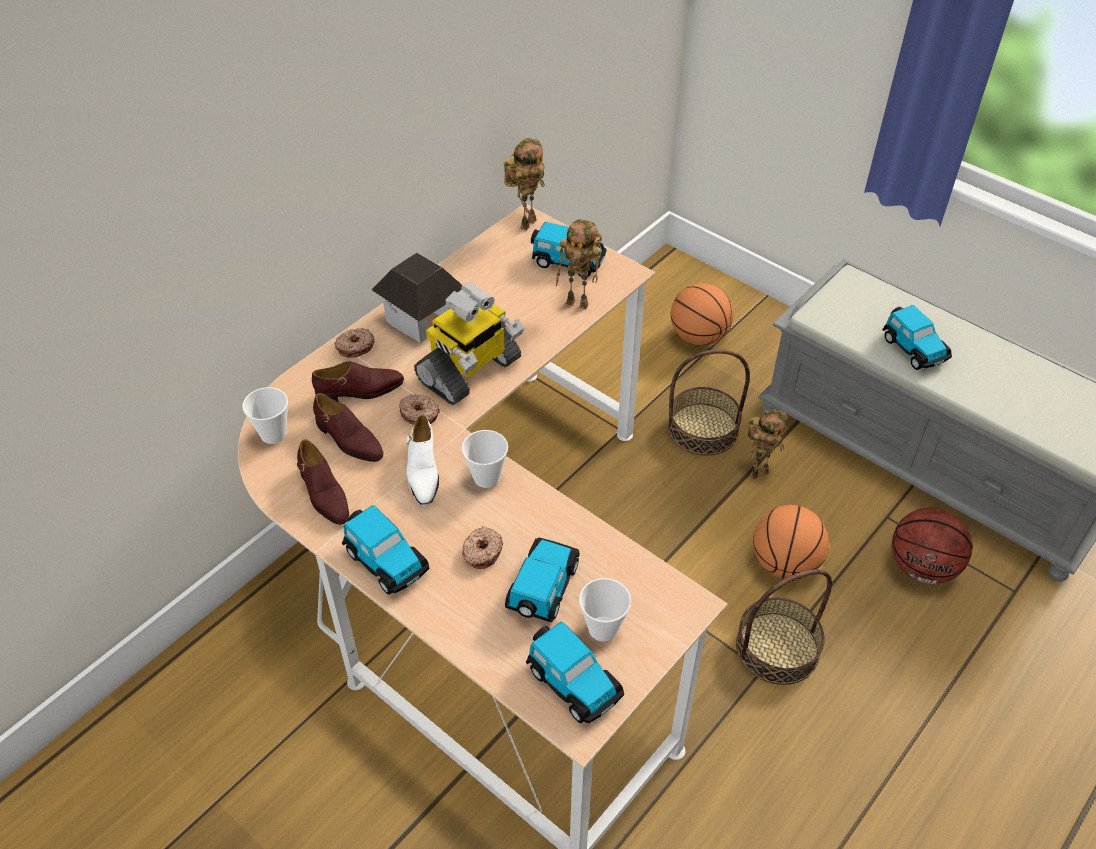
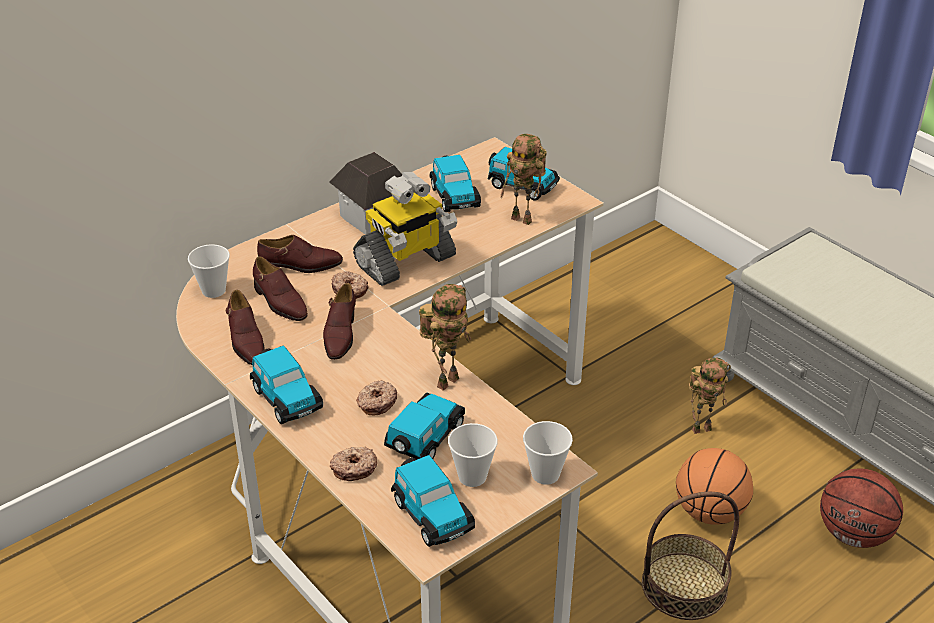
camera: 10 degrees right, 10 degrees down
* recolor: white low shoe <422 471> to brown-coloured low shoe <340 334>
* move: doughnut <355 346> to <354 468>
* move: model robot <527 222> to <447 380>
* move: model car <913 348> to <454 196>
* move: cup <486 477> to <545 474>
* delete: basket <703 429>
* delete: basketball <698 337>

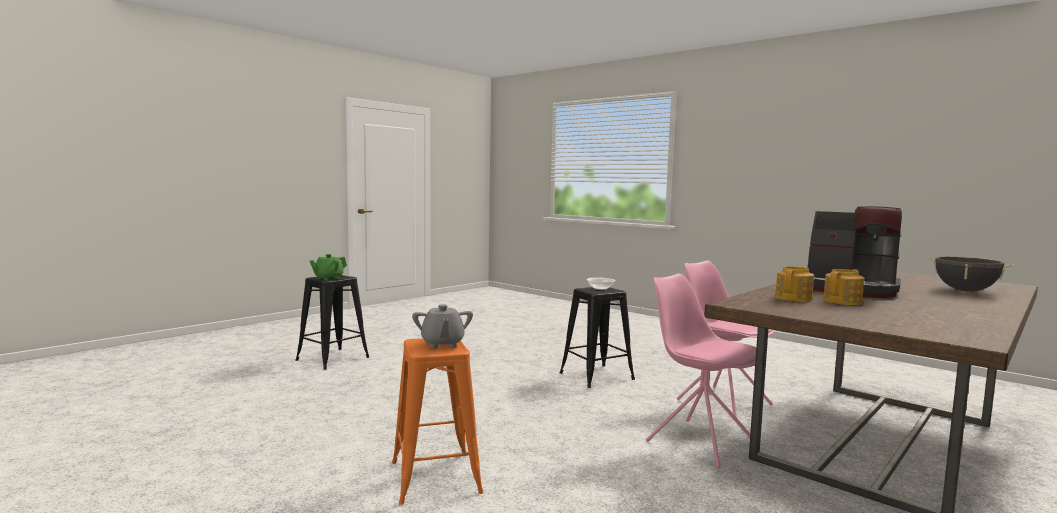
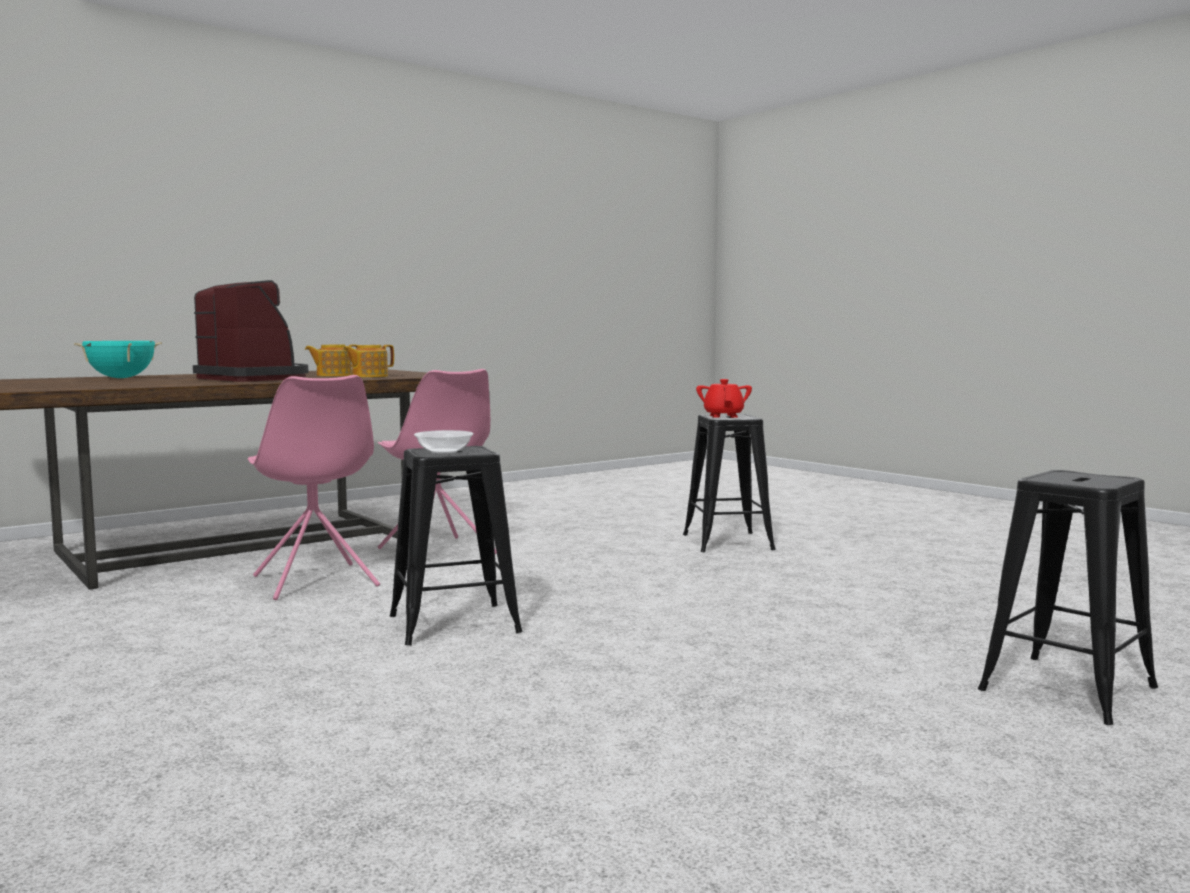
camera: 170 degrees left, 0 degrees up
* recolor: blackish stockpot <965 291> to blue-green stockpot <121 378>
* recolor: orange sitting stool <435 477> to blackish sitting stool <727 542>
* recolor: gray pot for tea <442 344> to red pot for tea <723 416>
* delete: green-coloured pot for tea <328 278>

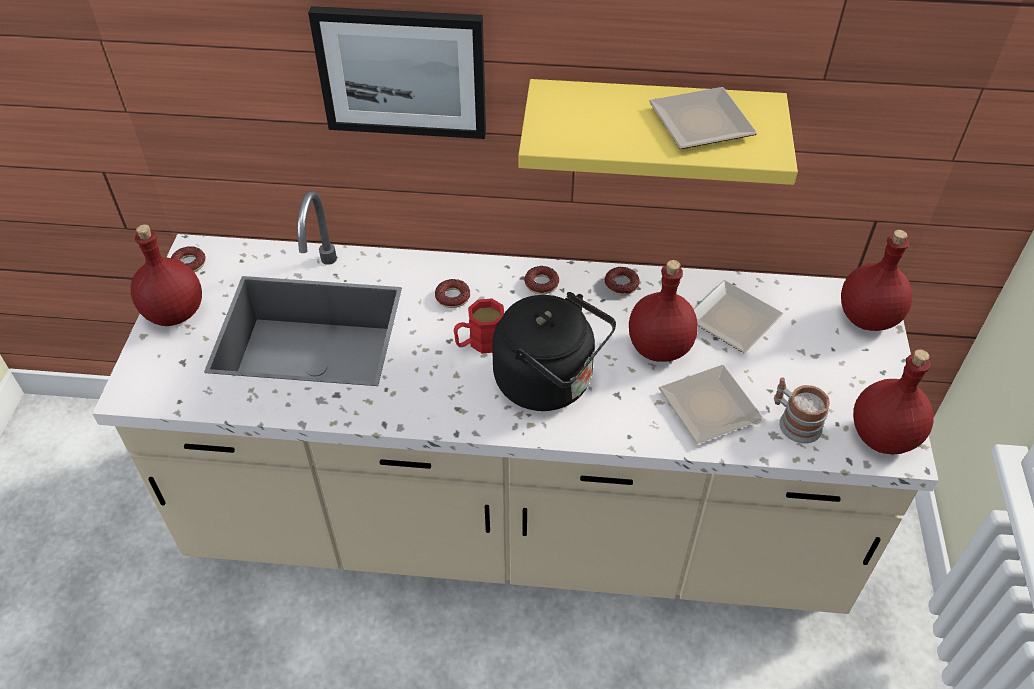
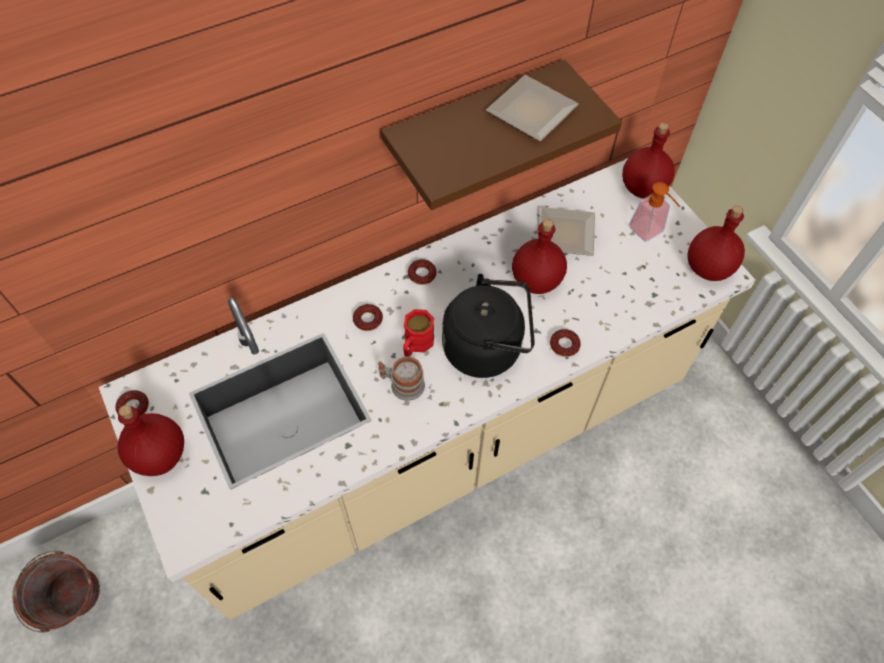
camera: 35 degrees left, 10 degrees up
* insert: bucket <79 606>
* move: tea mug <794 422> to <402 384>
* recolor: yellow bracket shelf <652 127> to brown-coloured bracket shelf <474 124>
* move: doughnut <621 284> to <564 345>
* insert: soap bottle <650 233>
* delete: wall picture <402 72>
* delete: plate <708 410>

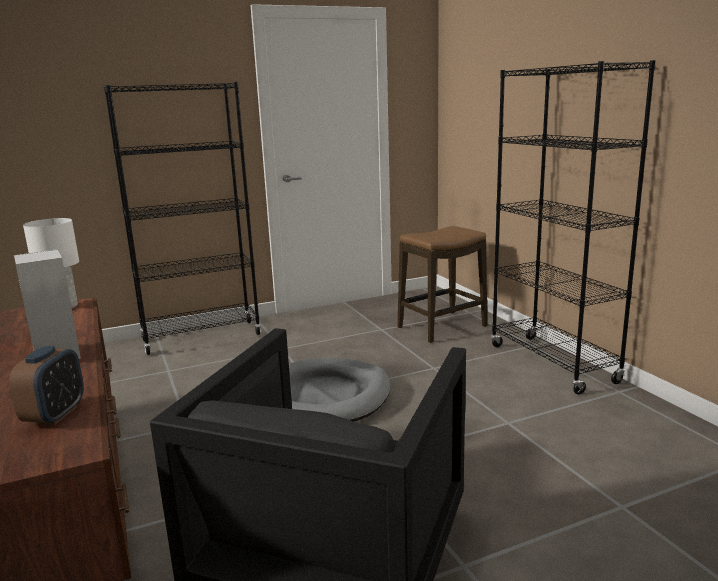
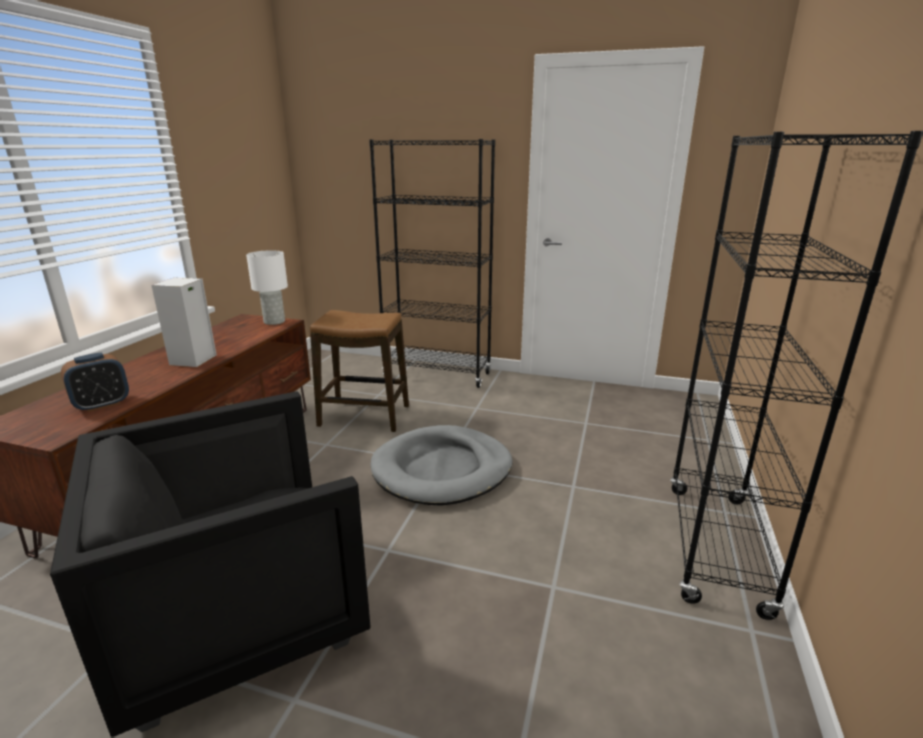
camera: 40 degrees right, 5 degrees up
* move: sitting stool <442 327> to <364 416>

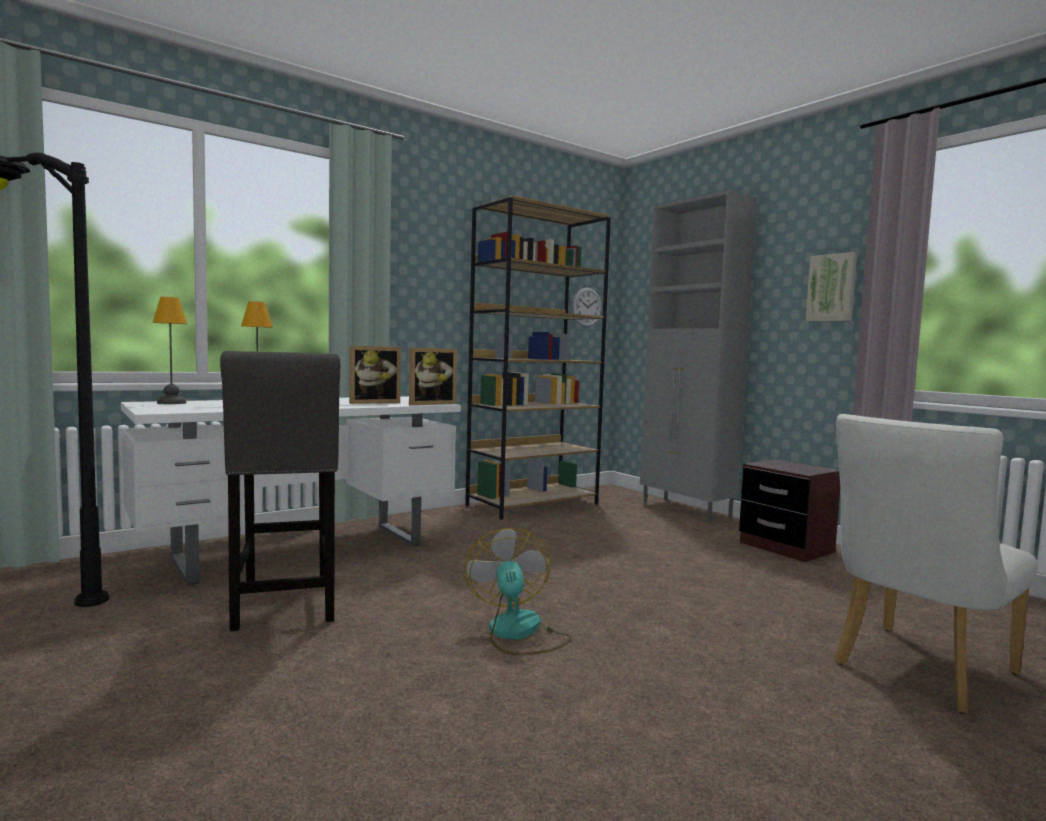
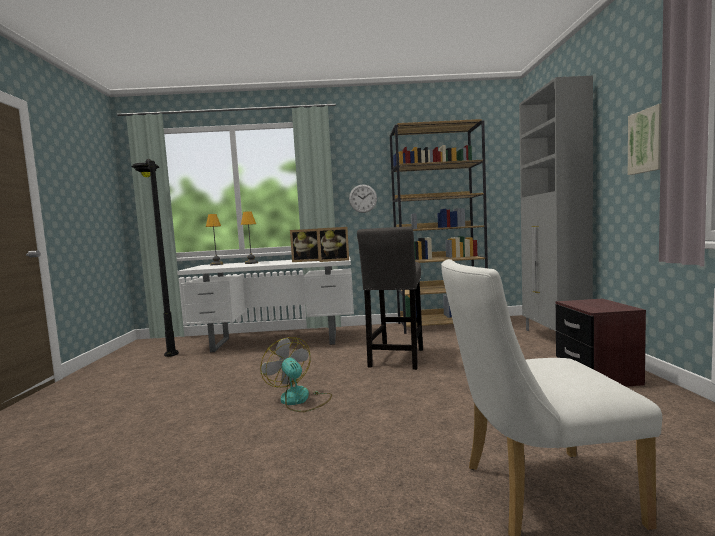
camera: 35 degrees right, 0 degrees up
* rotate: cooling fan <518 633> = <299 400> 60 degrees counterclockwise
* move: clock on the wall <586 307> to <363 198>
* move: gray sitting stool <284 605> to <396 359>

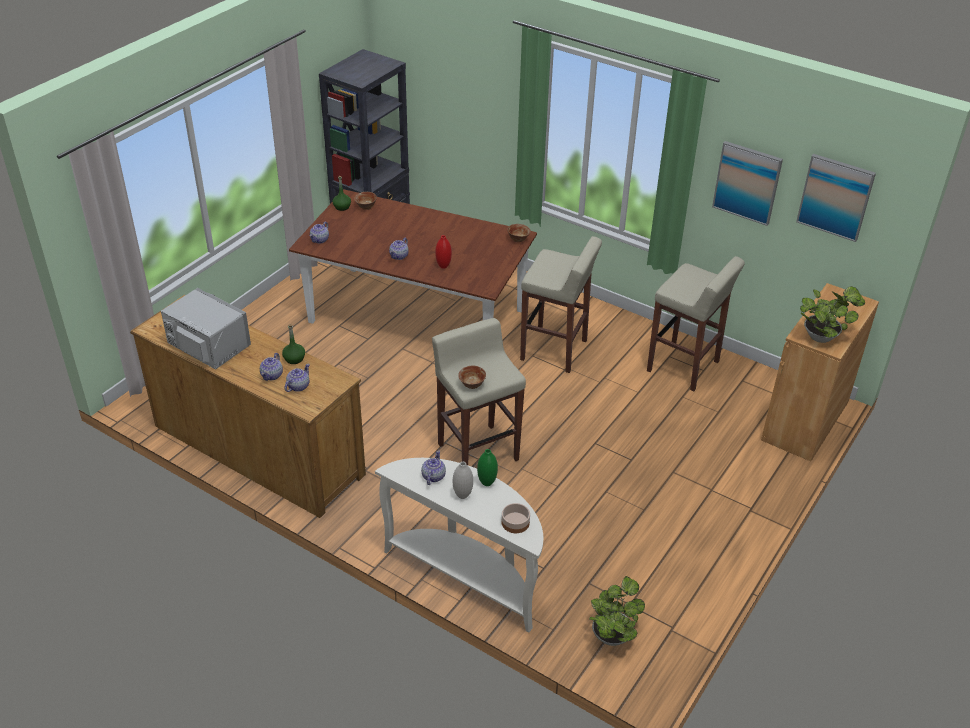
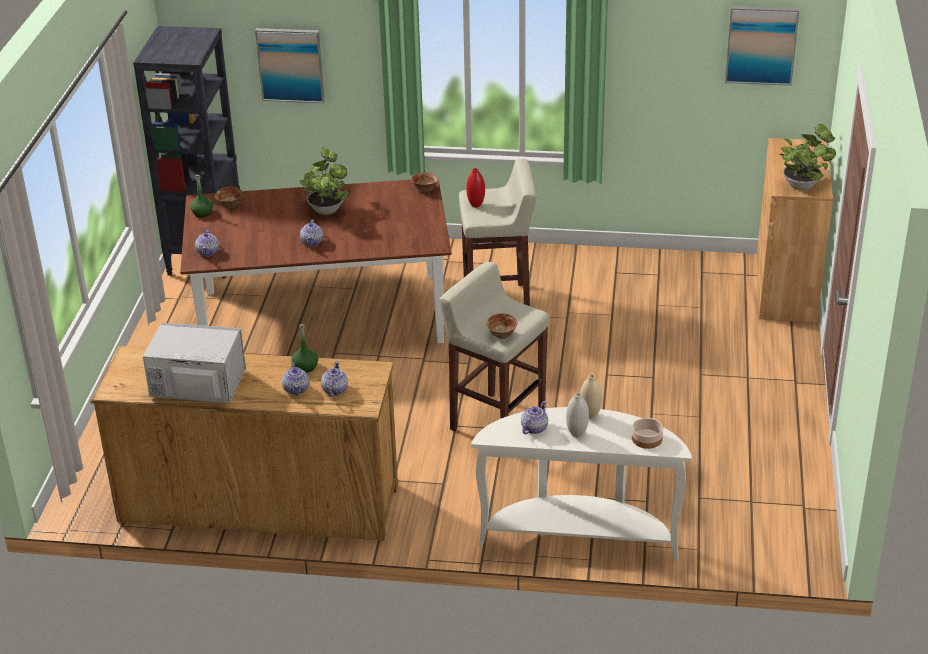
camera: 25 degrees left, 5 degrees down
* move: wall picture <747 182> to <290 65>
* move: houseplant <612 634> to <326 208>
* move: red vase <443 266> to <476 205>
* rotate: pot for tea <433 476> = <534 428> 45 degrees clockwise
* recolor: green-coloured vase <487 482> to sand-coloured vase <590 415>
* delete: sand-coloured sitting stool <684 367>

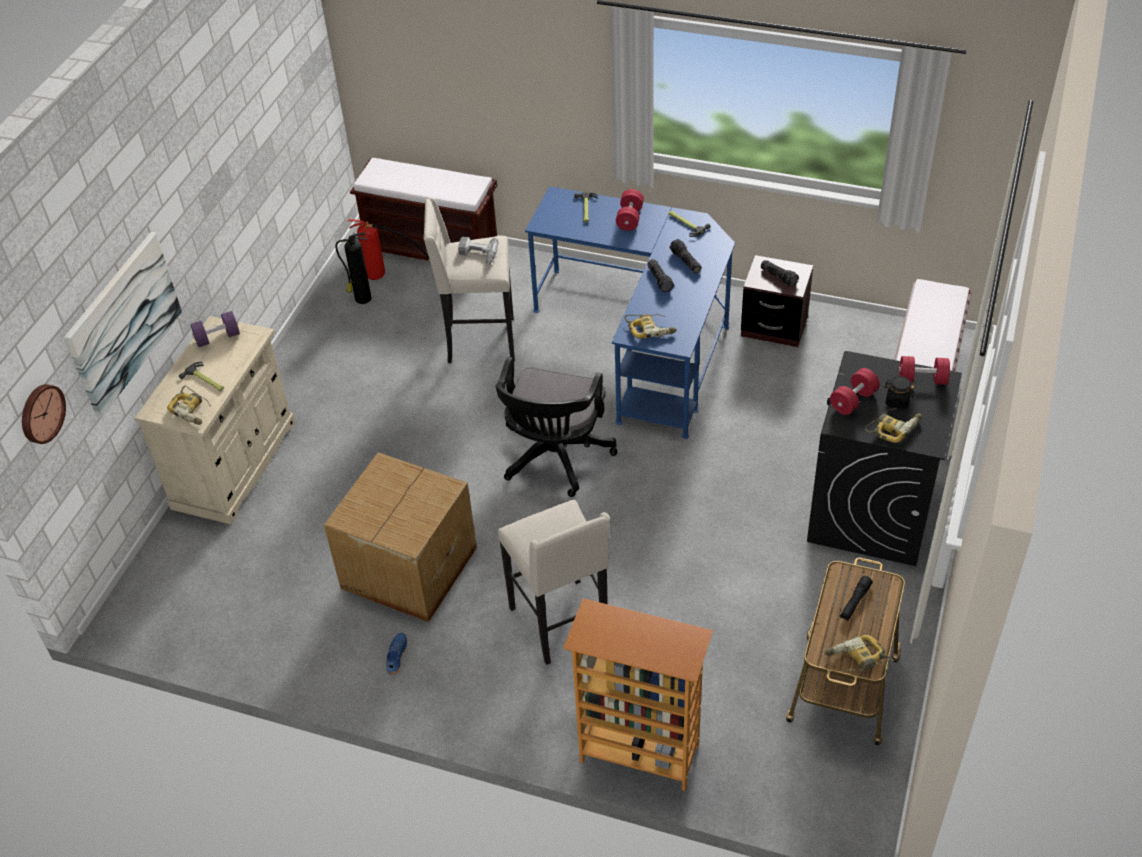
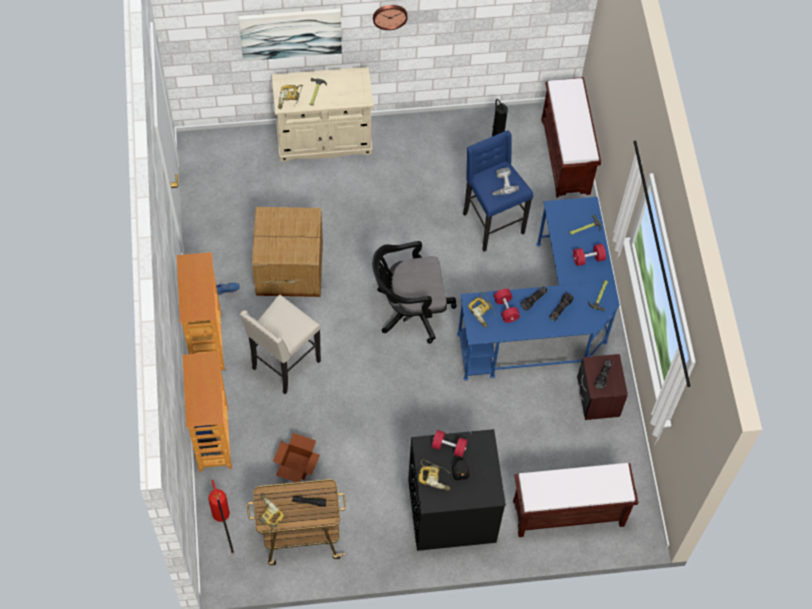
camera: 60 degrees right, 15 degrees up
* insert: bookshelf <206 343>
* move: fire extinguisher <387 275> to <223 523>
* insert: cardboard box <296 466>
* move: clock on the wall <41 413> to <389 15>
* recolor: sand-coloured sitting stool <479 342> to bluish sitting stool <491 223>
* move: red dumbbell <922 379> to <506 309>
* delete: purple dumbbell <217 338>

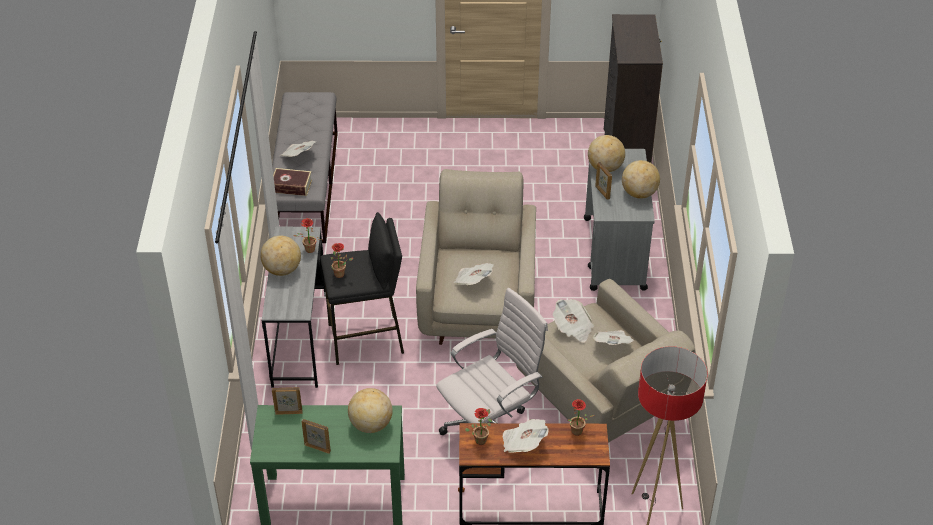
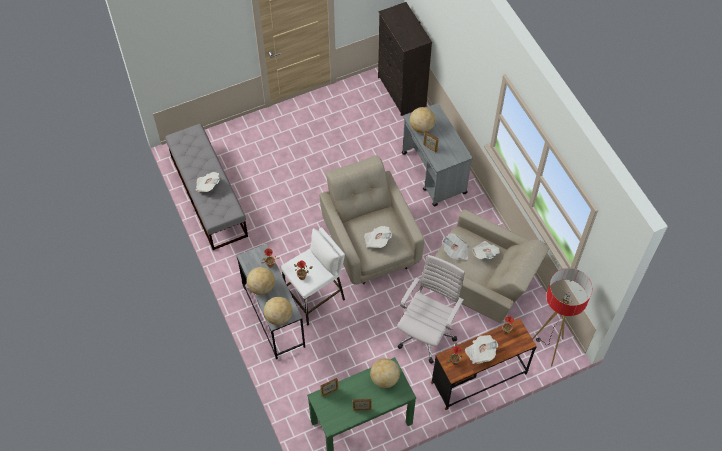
camera: 25 degrees left, 15 degrees up
* move: globe <639 193> to <279 317>
* recolor: blackish sitting stool <366 339> to white sitting stool <315 299>
* delete: book <291 186>

